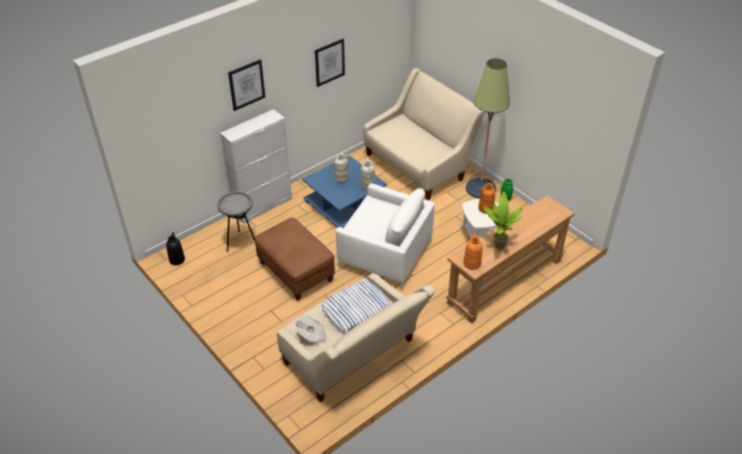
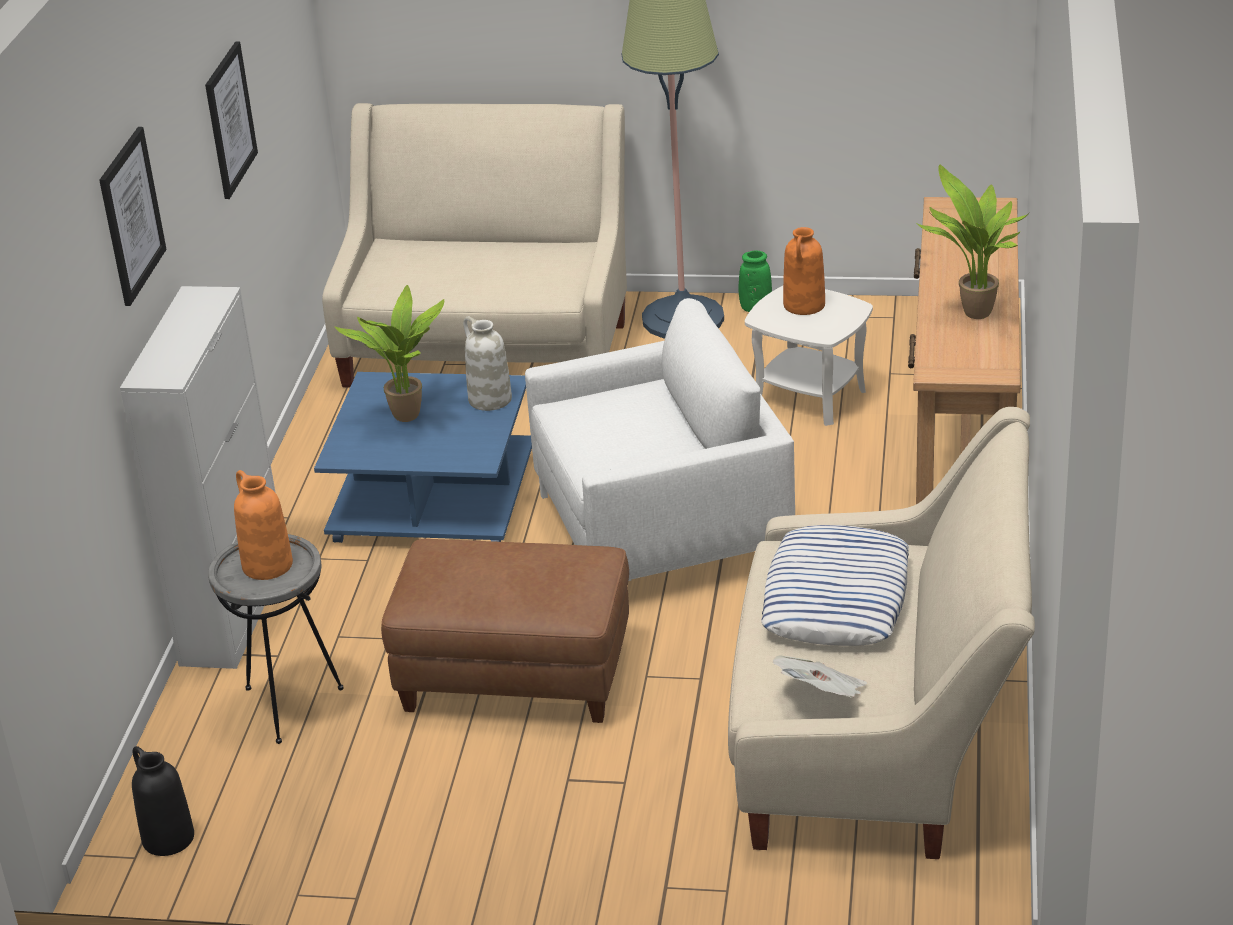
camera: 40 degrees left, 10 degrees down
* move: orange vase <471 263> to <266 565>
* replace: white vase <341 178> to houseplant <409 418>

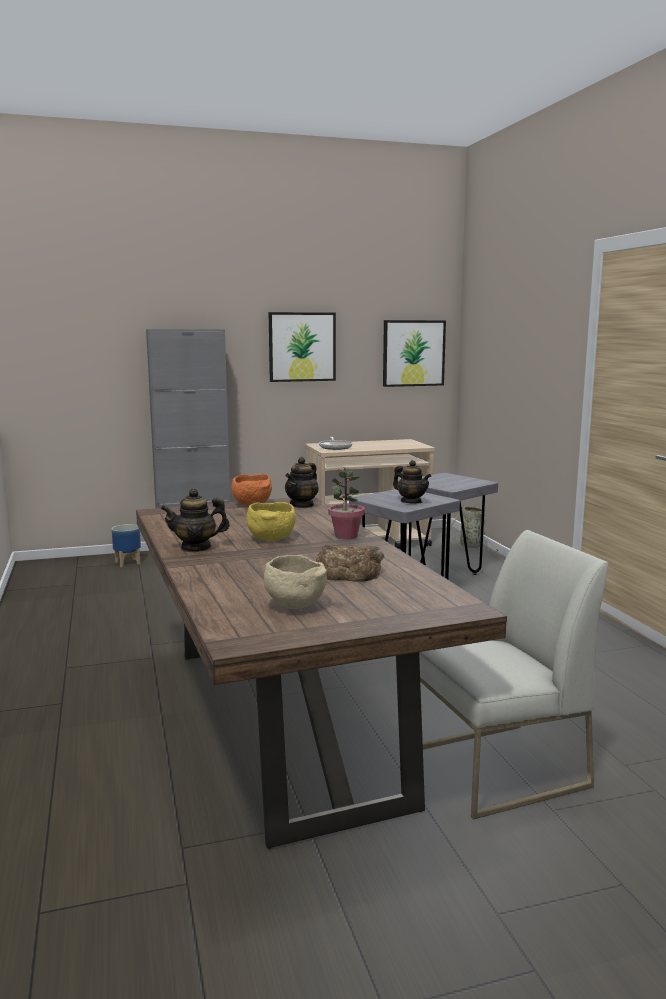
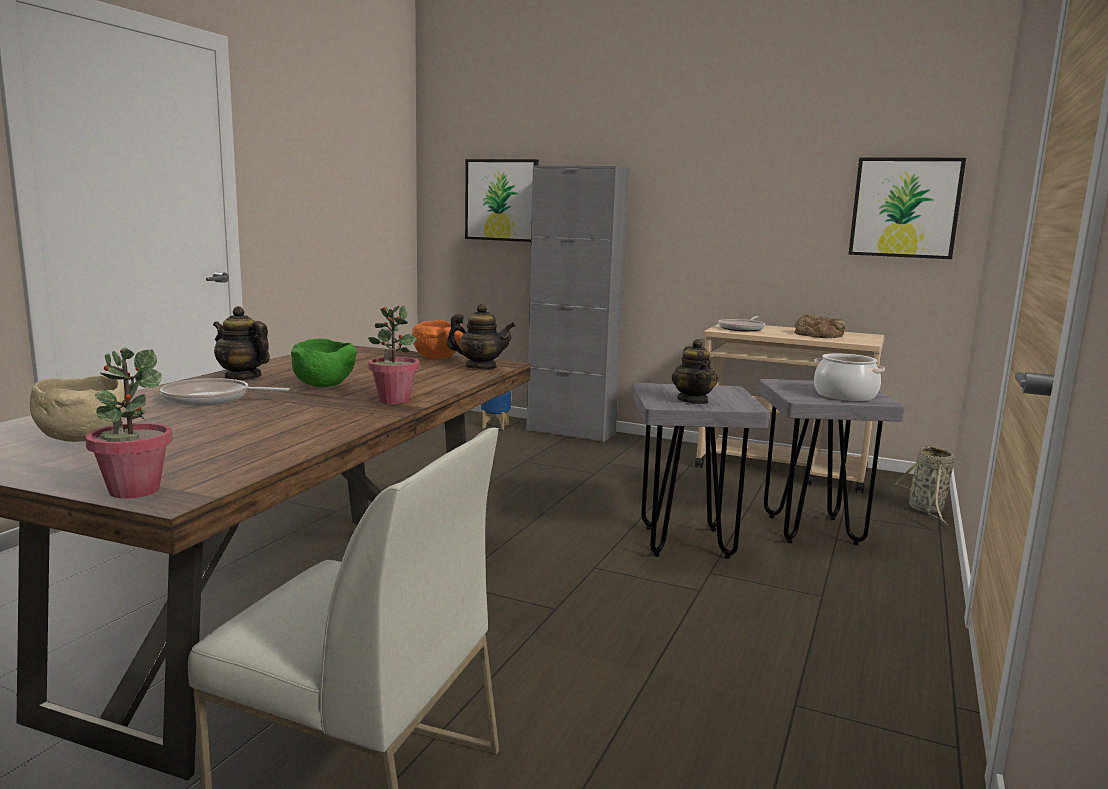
camera: 40 degrees right, 0 degrees up
* insert: houseplant <134 490>
* insert: frying pan <211 399>
* recolor: yellow serving bowl <271 539> to green-coloured serving bowl <325 386>
* rotate: pot for tea <302 505> = <480 367> 150 degrees counterclockwise
* move: wall picture <302 347> to <502 200>
* move: bread <349 572> to <819 334>
* insert: stockpot <845 396>

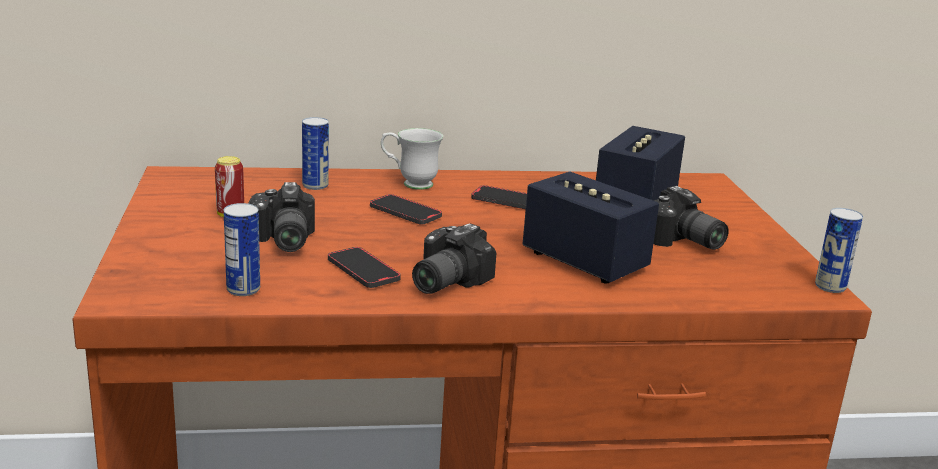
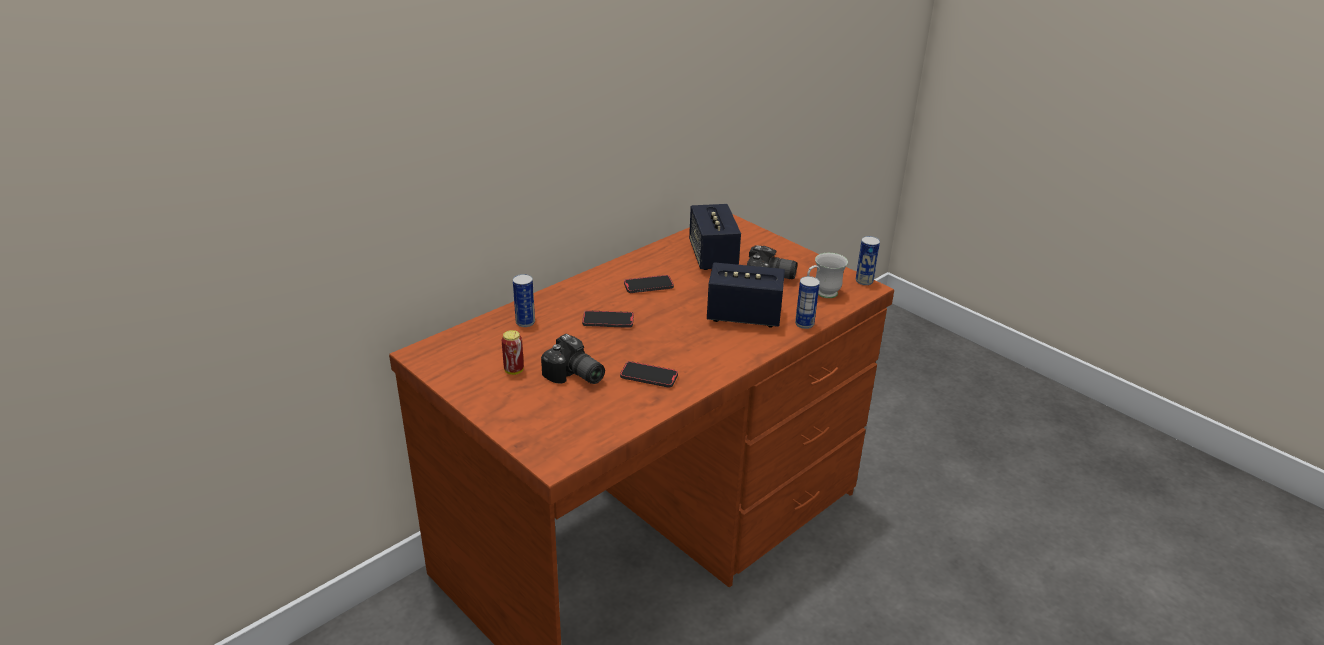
camera: 35 degrees left, 10 degrees up
* move: can <243 289> to <804 324>
* move: white tea mug <410 184> to <822 294>
* delete: photo camera <442 281>

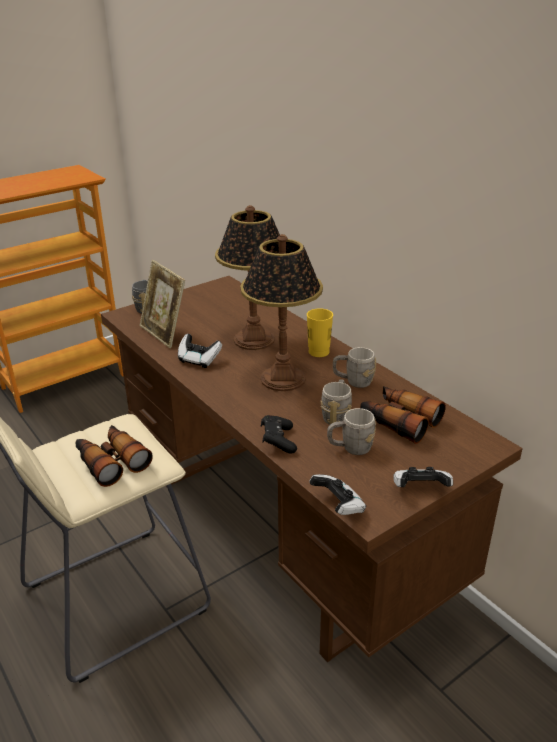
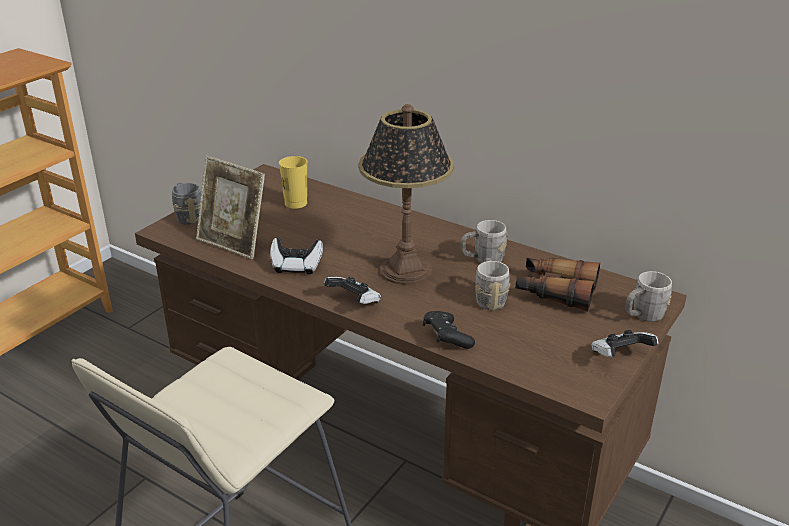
camera: 20 degrees left, 0 degrees up
* move: yellow cup <318 352> to <296 203>
* move: gamepad <338 506> to <354 302>
* move: gray tea mug <350 448> to <643 316>
* delete: pair of binoculars <111 461>
* delete: tabletop lamp <254 339>

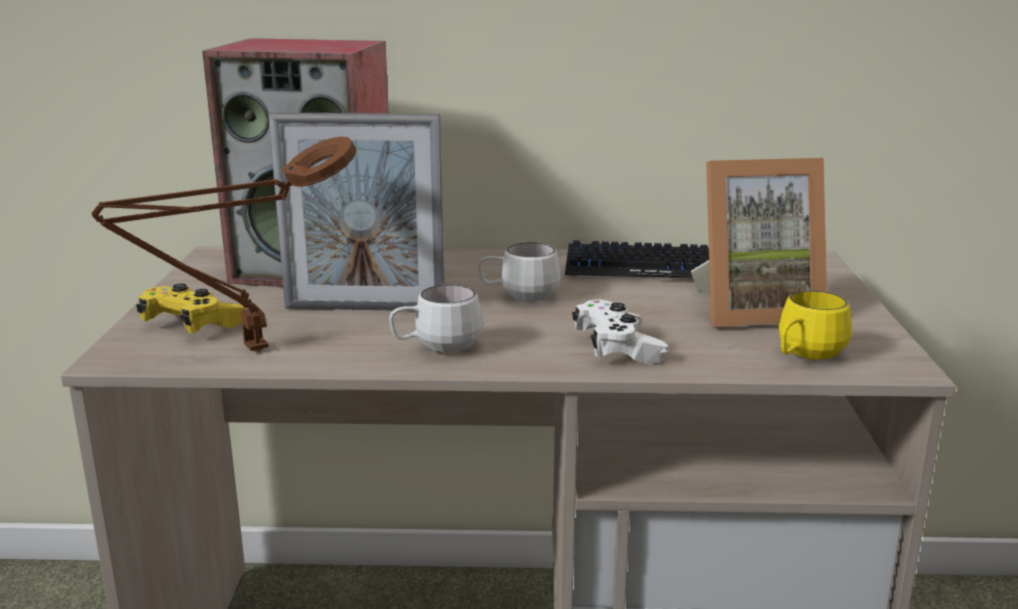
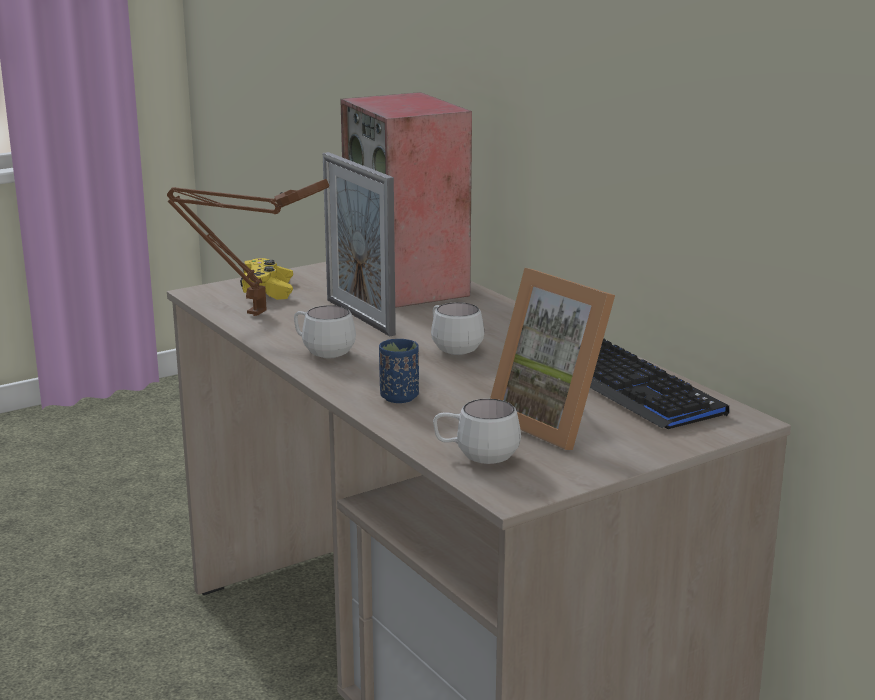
camera: 55 degrees right, 0 degrees up
* replace: white gamepad <617 348> to bluish cup <399 397>
* recolor: yellow tea mug <804 357> to white tea mug <476 457>

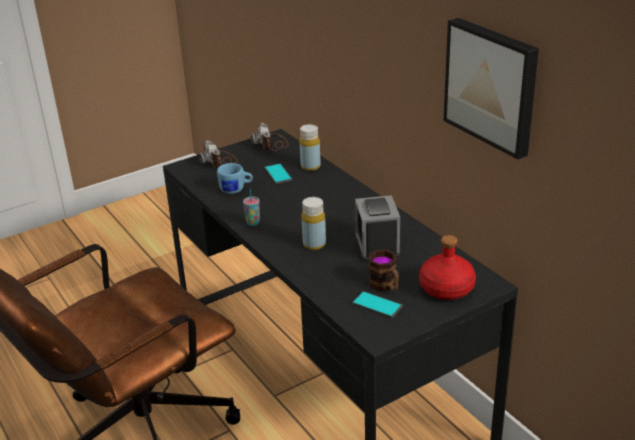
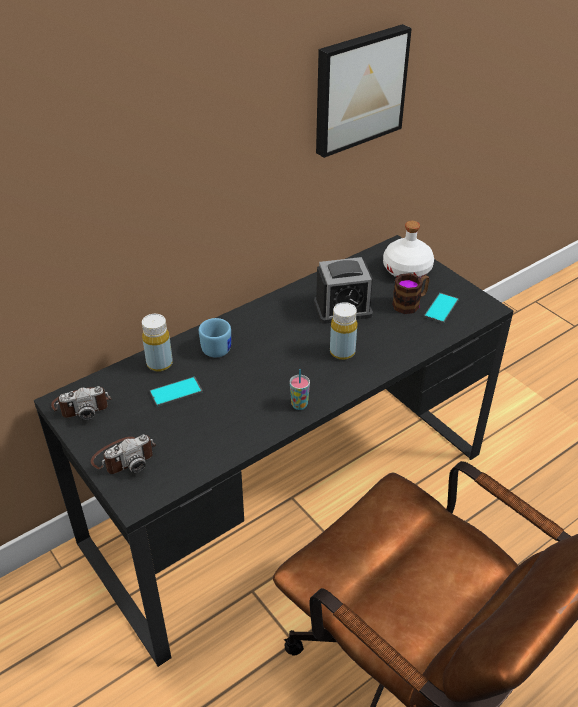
camera: 95 degrees left, 10 degrees up
* move: bluish tea mug <236 190> to <217 346>
* recolor: red bottle <445 288> to white bottle <407 270>

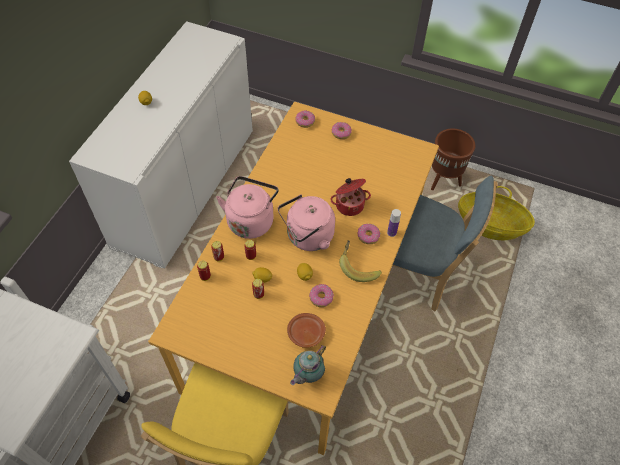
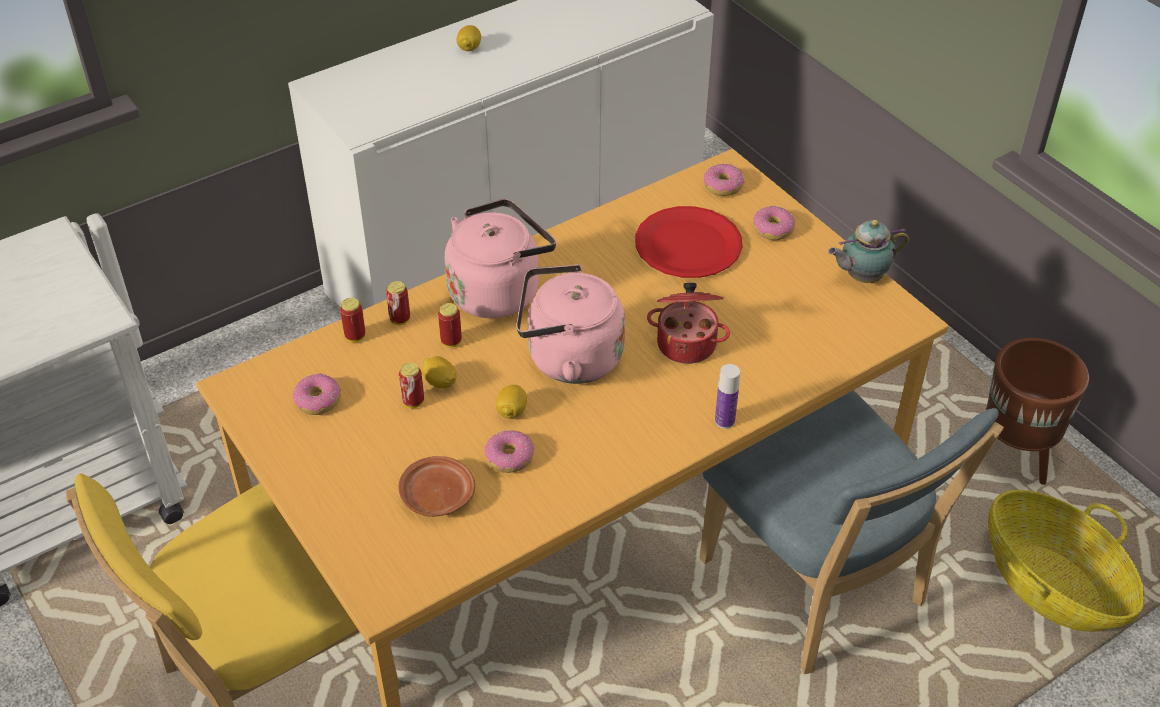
camera: 35 degrees right, 10 degrees down
* move: doughnut <368 236> to <317 400>
* insert: red plate <688 245>
* move: pot for tea <307 375> to <861 277>
* delete: banana <358 267>

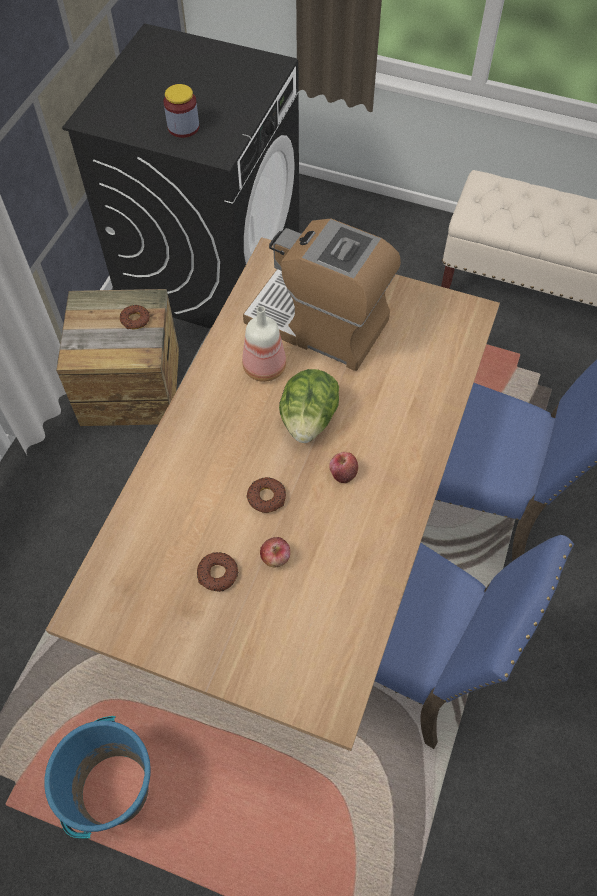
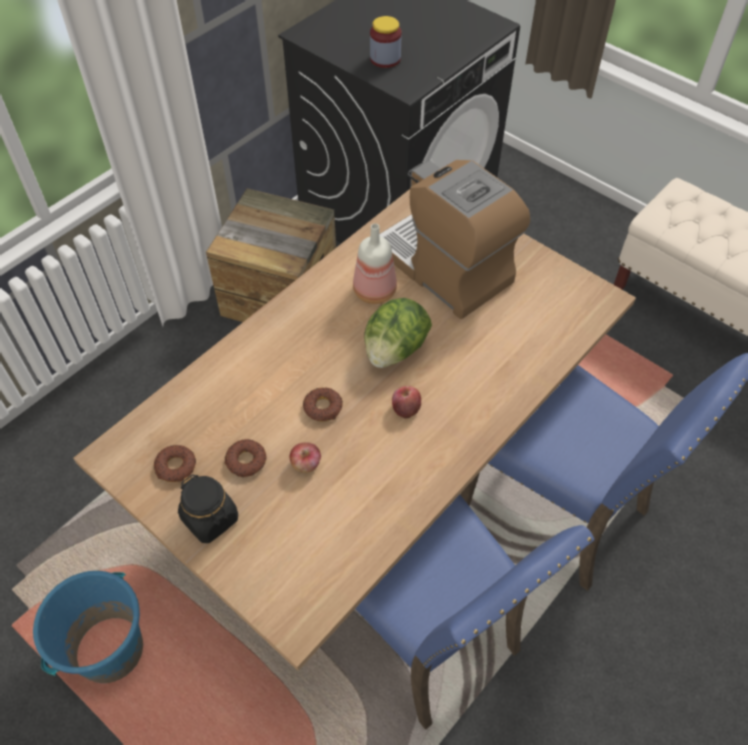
camera: 20 degrees right, 5 degrees down
* move: doughnut <135 320> to <176 466>
* insert: blackish storage jar <210 519>

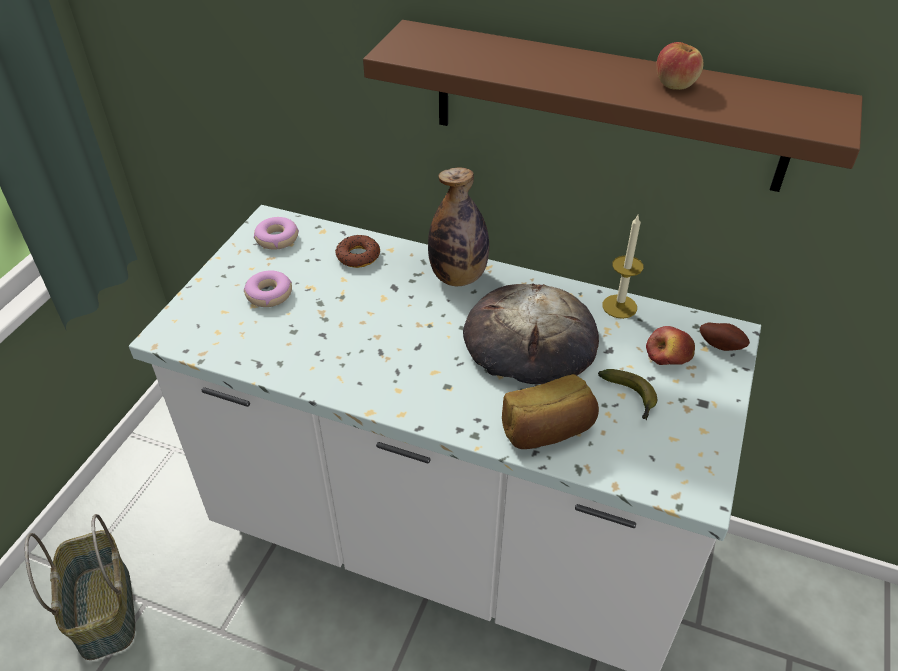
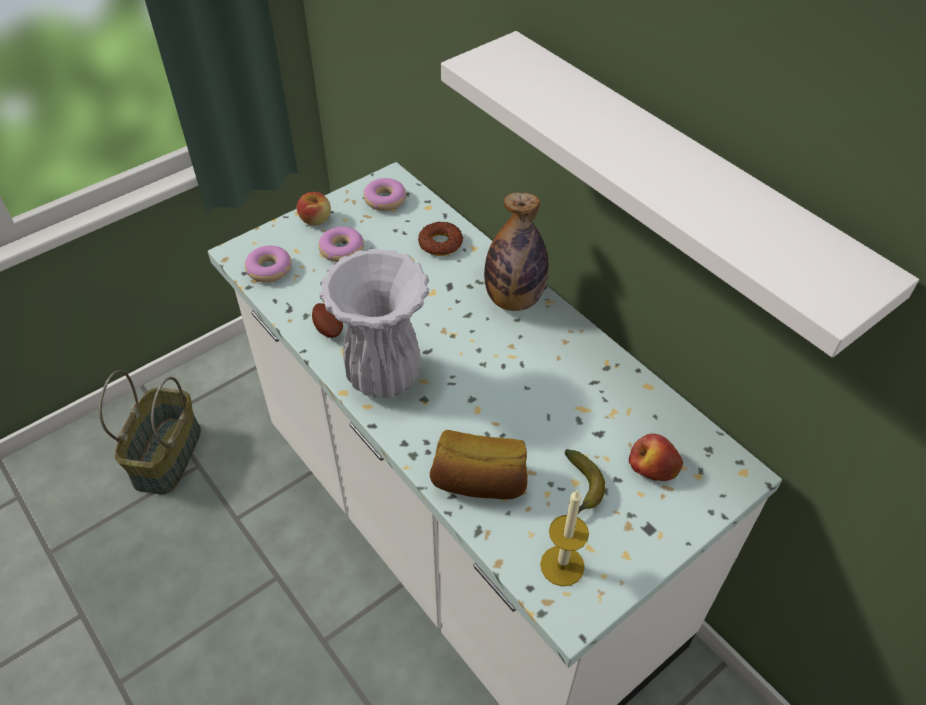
camera: 30 degrees right, 5 degrees up
* insert: doughnut <269 269>
* move: whole apple <675 84> to <316 219>
* move: whole potato <721 345> to <329 329>
* insert: white vase <384 378>
* recolor: brown-coloured bracket shelf <607 106> to white bracket shelf <675 186>
* move: candle <619 306> to <562 565>
* delete: bread <529 341>

